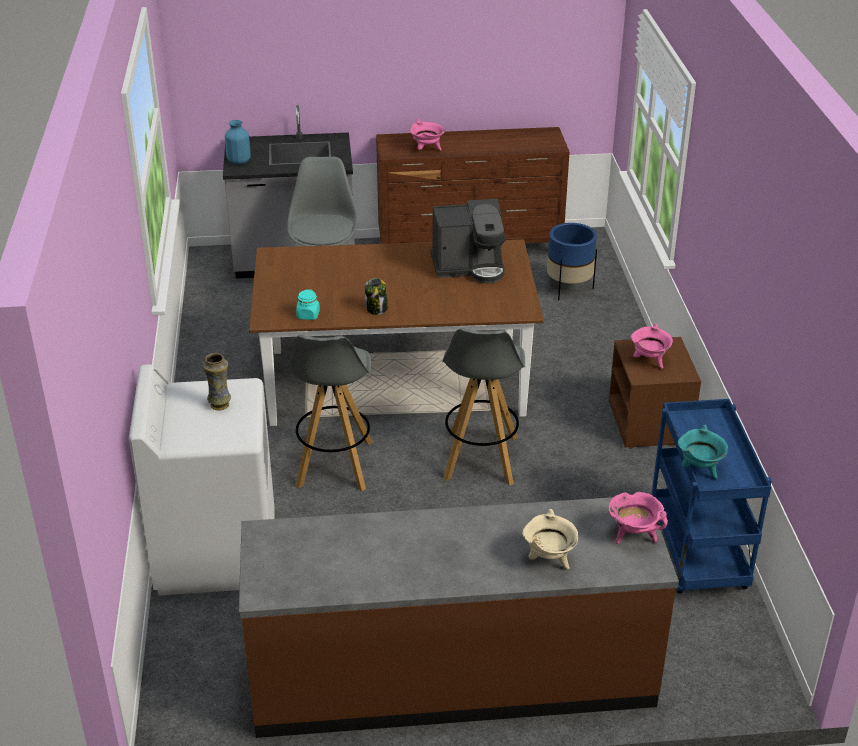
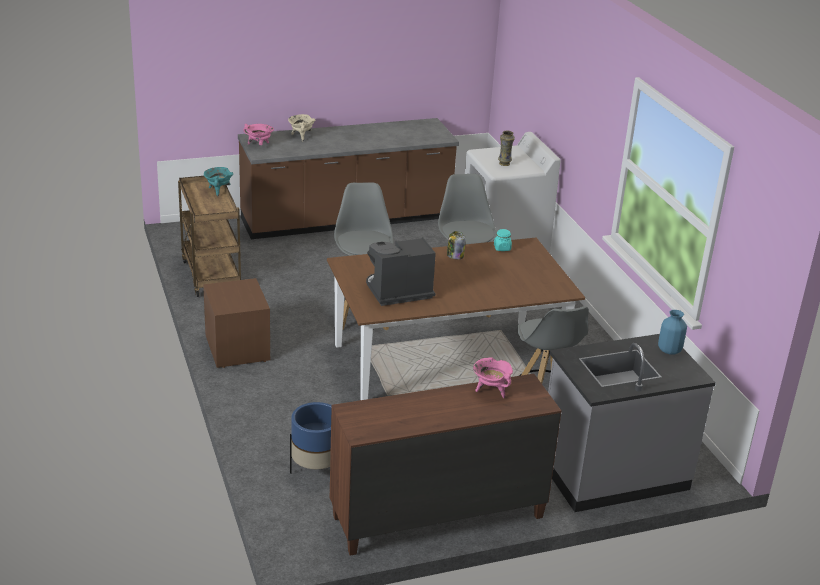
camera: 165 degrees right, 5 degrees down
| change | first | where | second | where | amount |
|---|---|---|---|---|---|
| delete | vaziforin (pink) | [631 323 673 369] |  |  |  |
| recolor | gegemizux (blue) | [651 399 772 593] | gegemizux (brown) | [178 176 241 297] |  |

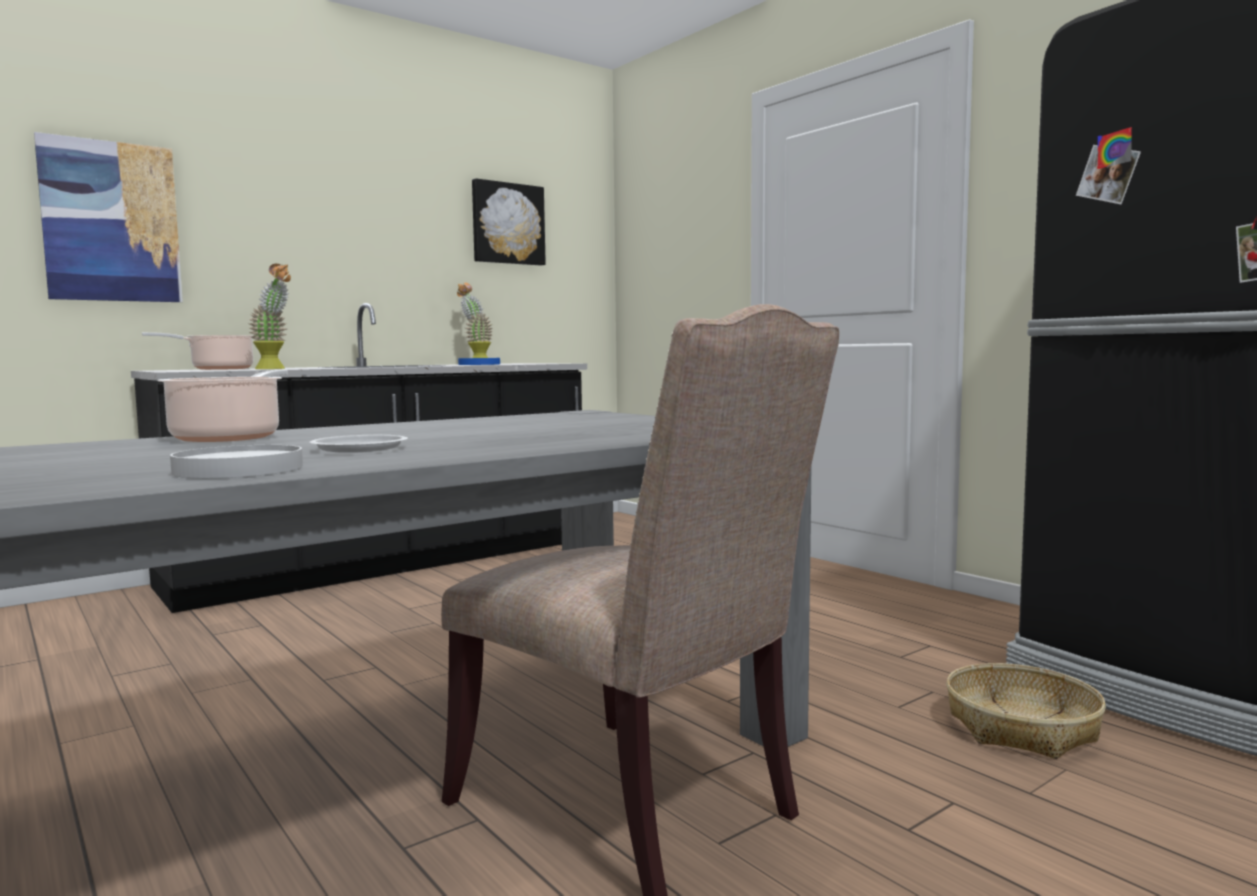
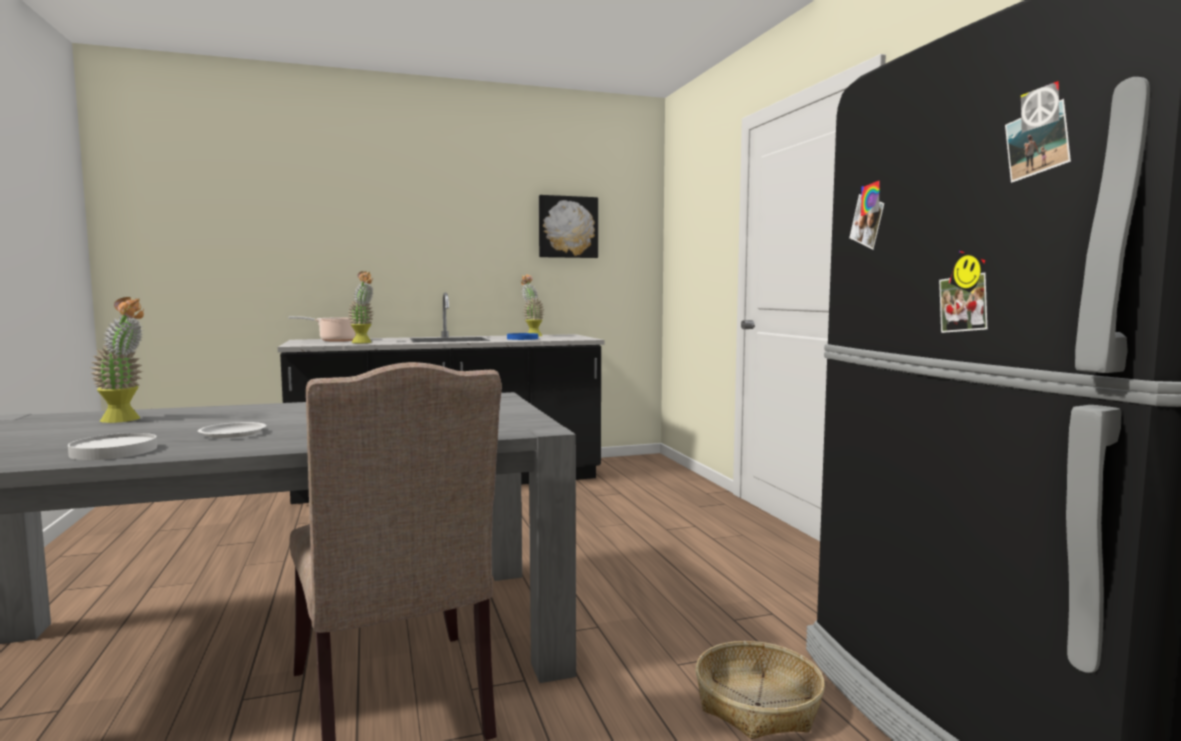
camera: 20 degrees right, 0 degrees up
| change | first | where | second | where | amount |
|---|---|---|---|---|---|
| delete | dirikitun | [34 132 183 302] |  |  |  |
| delete | vaziforin | [158 370 288 442] |  |  |  |
| insert |  |  | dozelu | [90 297 144 423] |  |

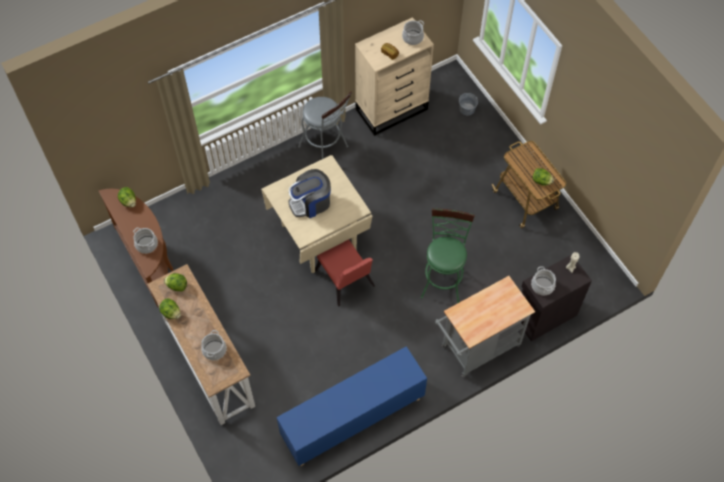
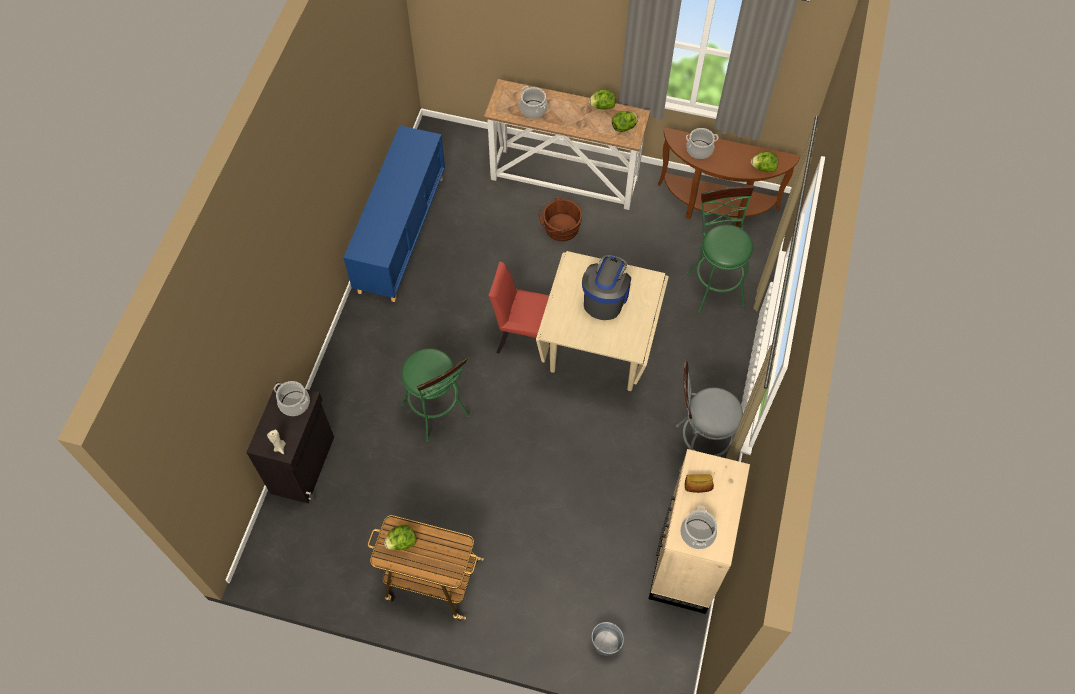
camera: 135 degrees right, 0 degrees up
| change | first | where | second | where | amount |
|---|---|---|---|---|---|
| delete | gegemizux (grey) | [435 276 535 377] |  |  |  |
| insert |  |  | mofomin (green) | [687 185 754 313] |  |
| insert |  |  | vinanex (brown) | [539 197 582 241] |  |

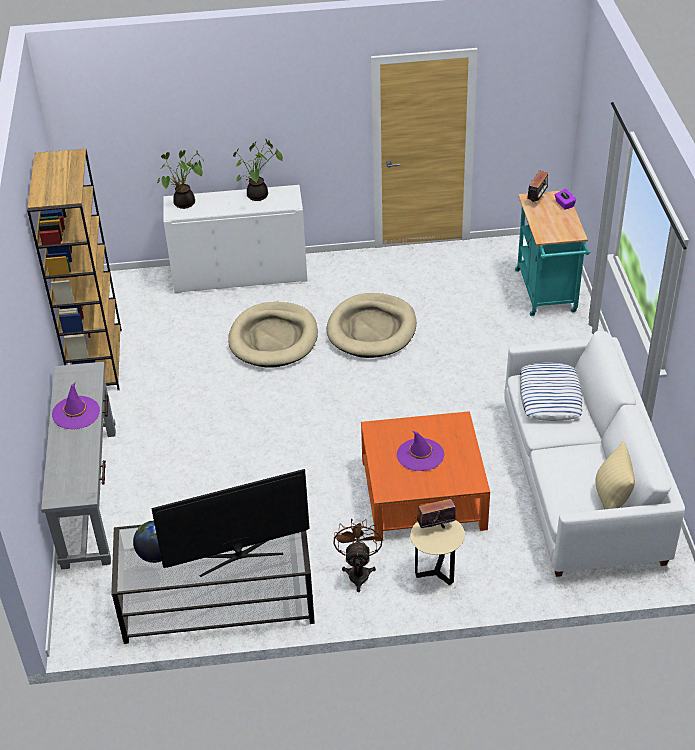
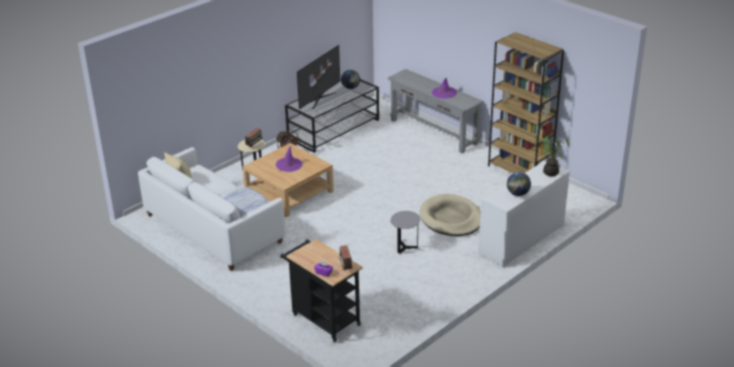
camera: 140 degrees right, 10 degrees down
| change | first | where | second | where | amount |
|---|---|---|---|---|---|
| replace | dozelu | [233 138 283 201] | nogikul | [507 172 531 196] |  |
| recolor | gegemizux (turquoise) | [515 191 590 316] | gegemizux (black) | [280 239 363 342] |  |
| replace | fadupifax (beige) | [327 293 416 358] | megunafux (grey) | [390 211 420 254] |  |
| recolor | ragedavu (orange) | [361 411 490 542] | ragedavu (beige) | [242 143 334 217] |  |

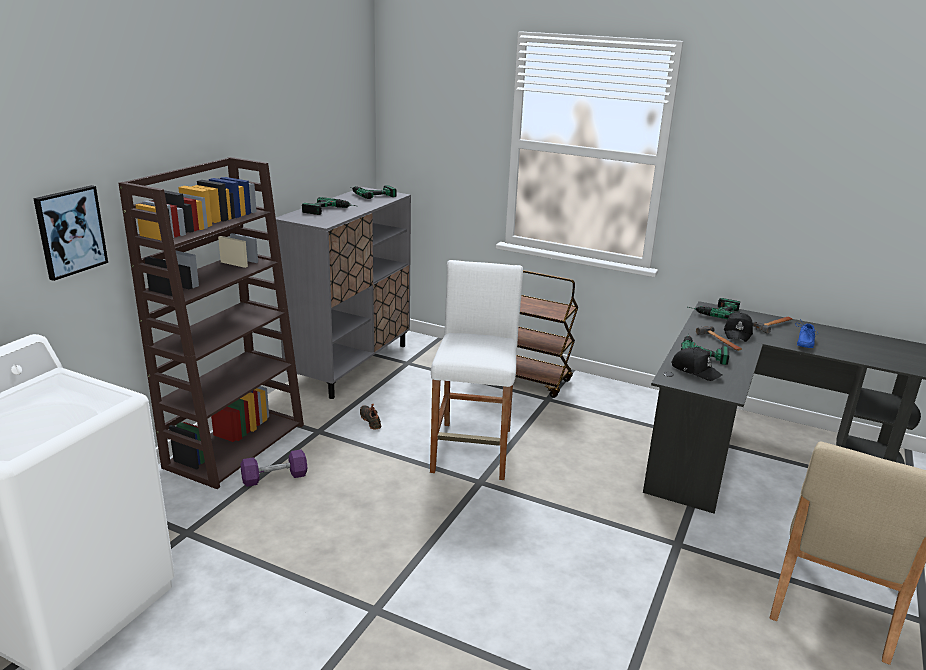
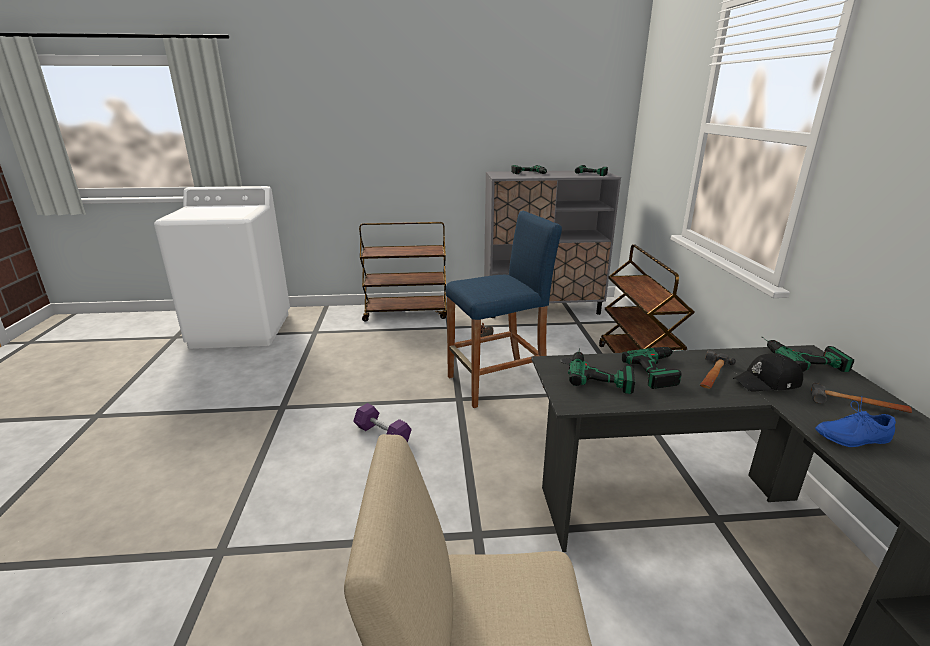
camera: 60 degrees right, 0 degrees up
| change | first | where | second | where | amount |
|---|---|---|---|---|---|
| replace | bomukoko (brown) | [118 157 304 489] | gegemizux (brown) | [359 222 447 322] |  |
| delete | dirikitun | [33 185 108 281] |  |  |  |
| recolor | mofomin (white) | [430 260 523 480] | mofomin (blue) | [446 211 562 408] |  |
| replace | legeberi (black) | [671 347 722 381] | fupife | [568 348 635 394] |  |
| move | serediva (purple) | [241 450 307 487] |  | [353 403 412 442] |  |

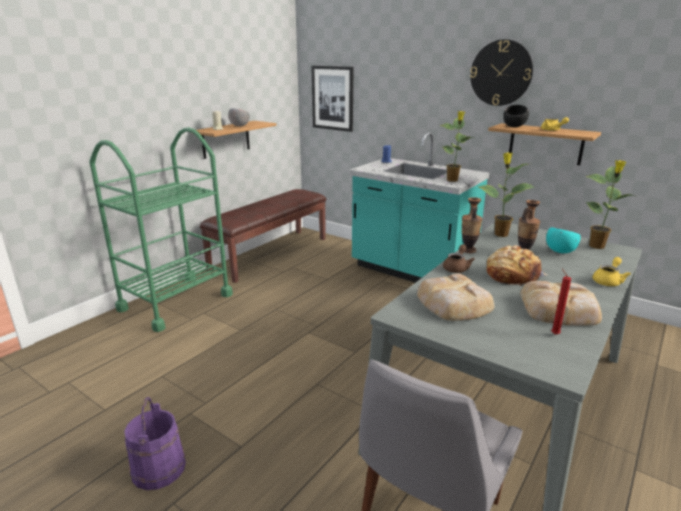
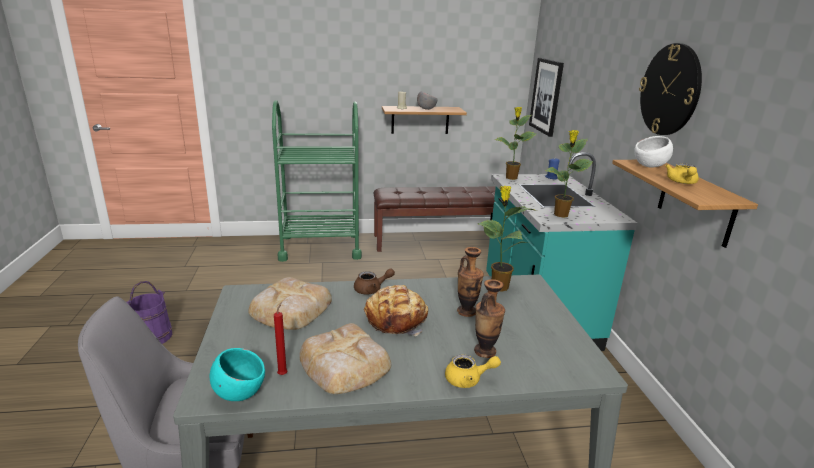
camera: 45 degrees right, 0 degrees up
| change | first | where | second | where | amount |
|---|---|---|---|---|---|
| recolor | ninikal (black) | [503 105 529 127] | ninikal (white) | [634 136 673 168] |  |
| move | dozelu | [586 160 634 249] |  | [494 107 536 180] |  |
| move | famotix | [462 197 482 253] |  | [474 279 505 358] |  |
| move | ninikal (turquoise) | [546 227 581 253] |  | [210 348 265 401] |  |

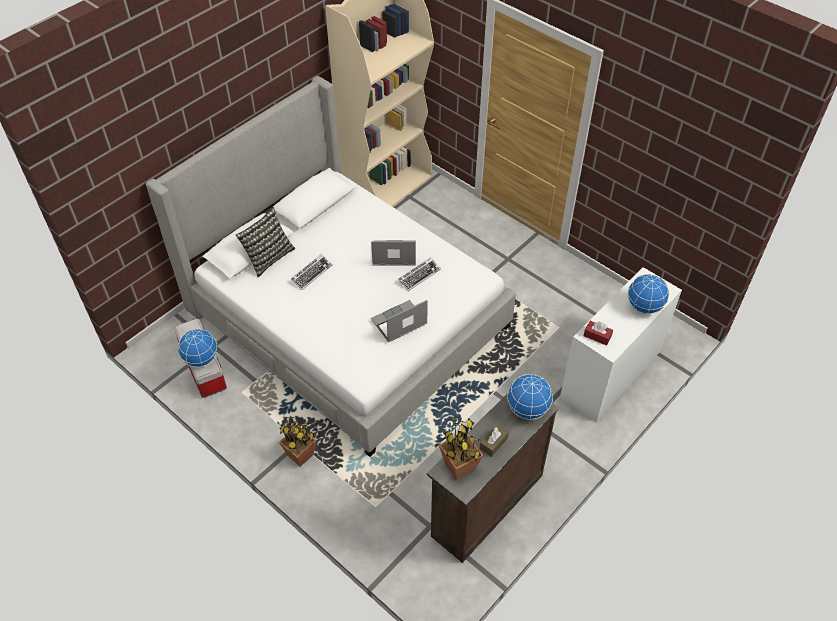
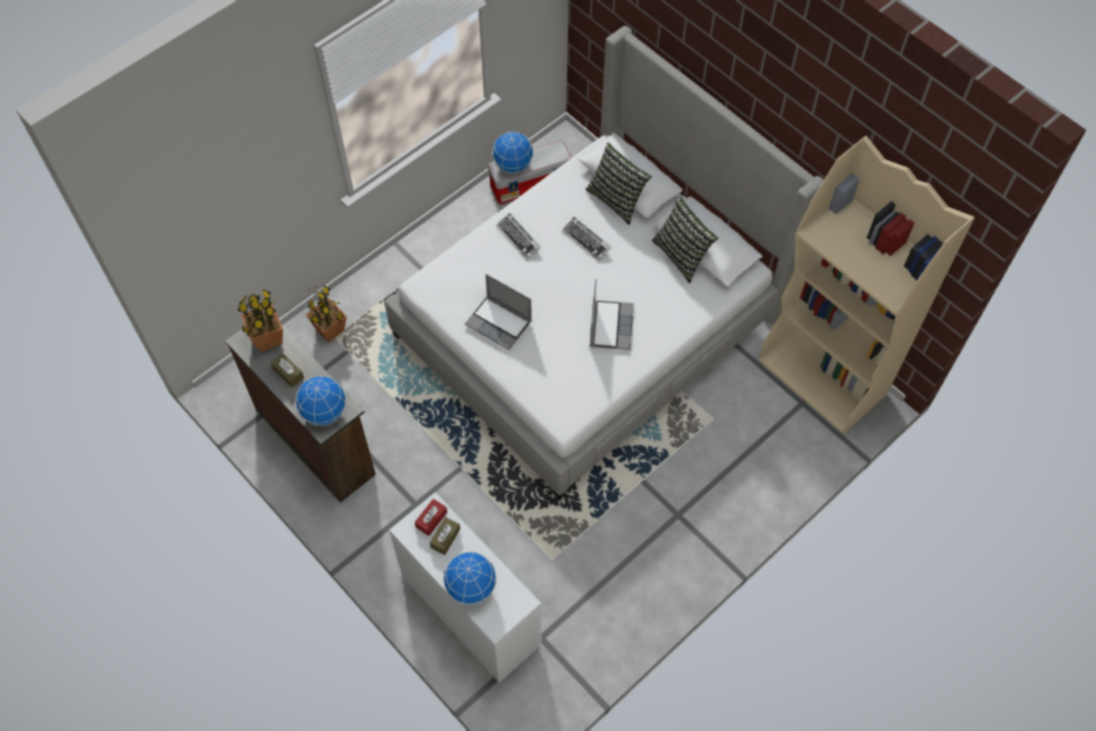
camera: 95 degrees right, 10 degrees up
| change | first | where | second | where | amount |
|---|---|---|---|---|---|
| move | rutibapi | [399 257 441 291] |  | [496 213 541 260] |  |
| rotate | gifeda | [371 300 428 343] |  | [465 274 532 350] | 150 degrees clockwise |
| move | dozelu | [279 417 317 467] |  | [306 285 347 342] |  |
| insert |  |  | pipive | [652 197 719 283] |  |
| insert |  |  | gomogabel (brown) | [430 517 460 555] |  |

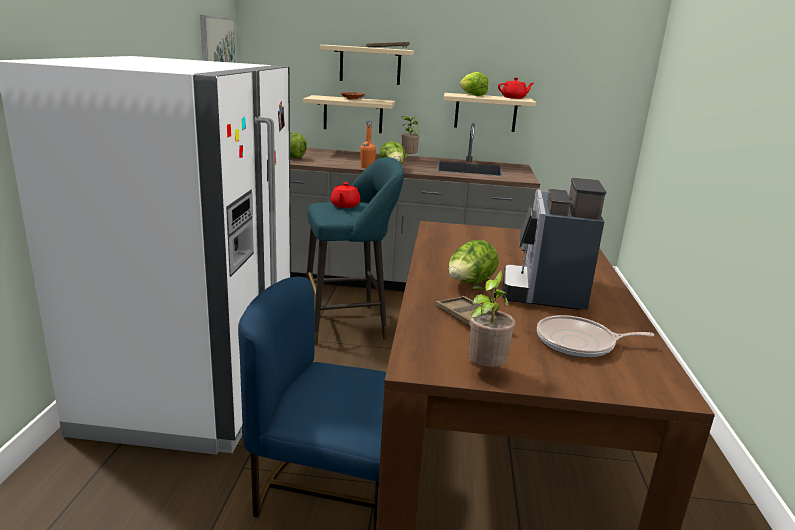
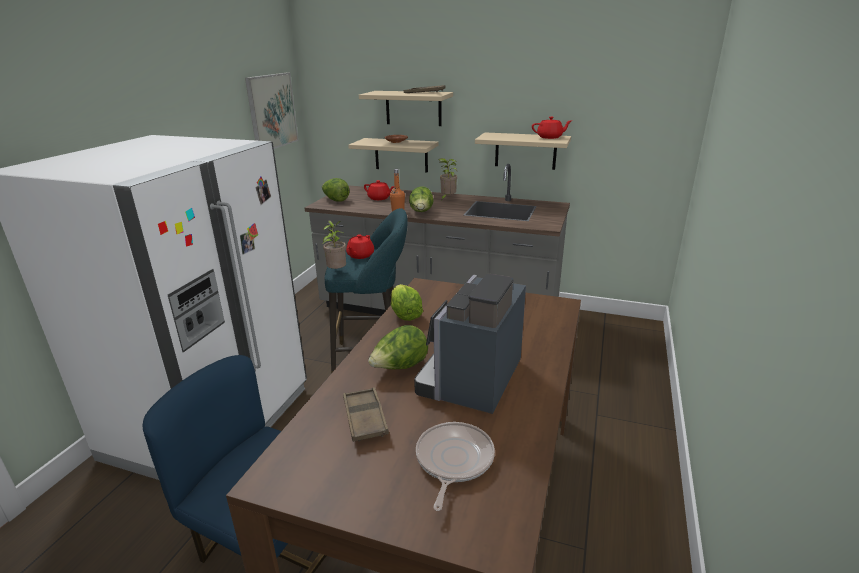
camera: 15 degrees right, 5 degrees up
| change | first | where | second | where | amount |
|---|---|---|---|---|---|
| move | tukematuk | [460 72 488 96] |  | [391 284 423 321] |  |
| move | dozelu | [468 270 516 367] |  | [322 221 346 269] |  |
| rotate | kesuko | [537 315 654 357] |  | [416 422 495 511] | 90 degrees clockwise |
| insert |  |  | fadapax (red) | [364 180 394 200] |  |

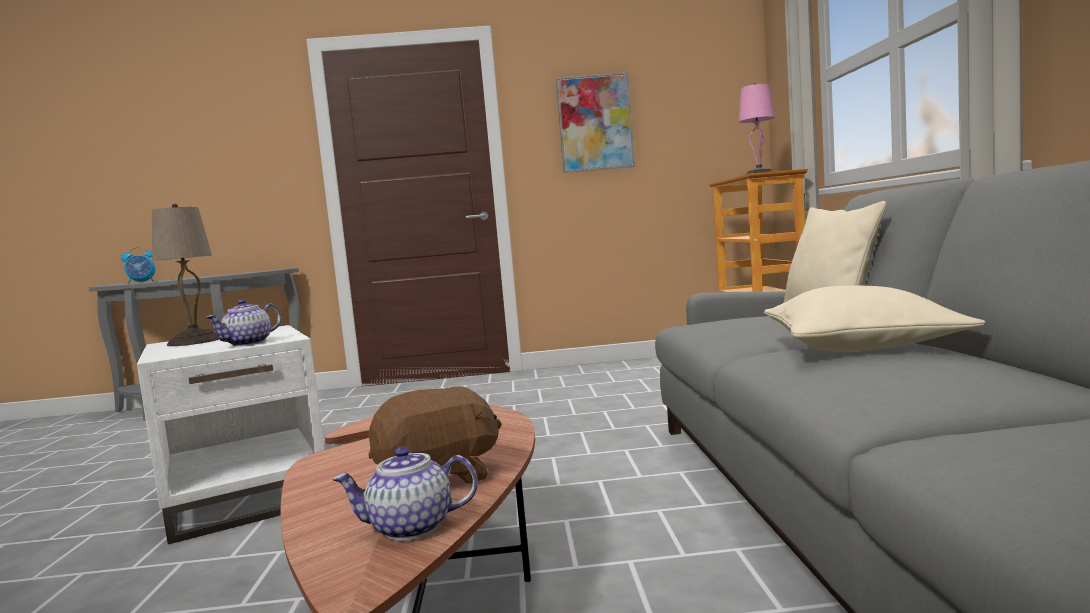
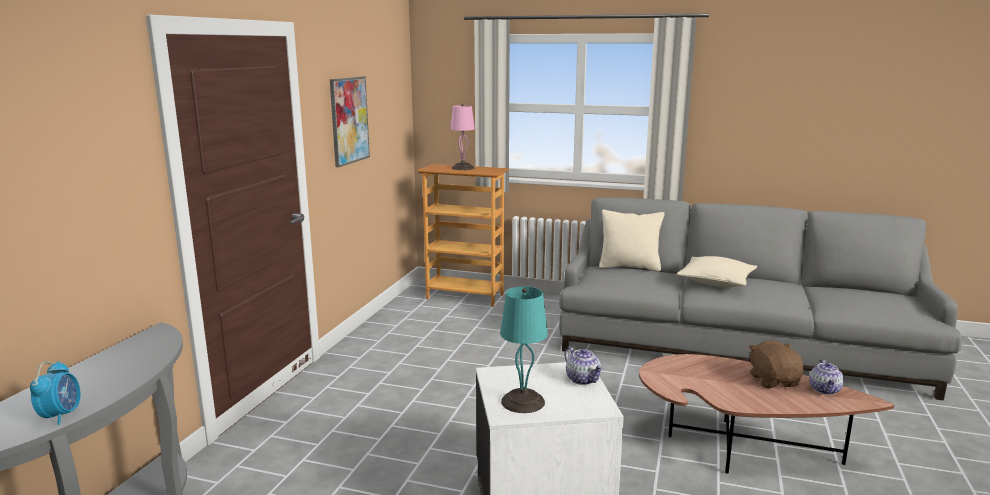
camera: 70 degrees left, 10 degrees up
| change | first | where | second | where | amount |
|---|---|---|---|---|---|
| recolor | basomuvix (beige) | [152 203 219 346] | basomuvix (turquoise) | [500 287 548 413] |  |

